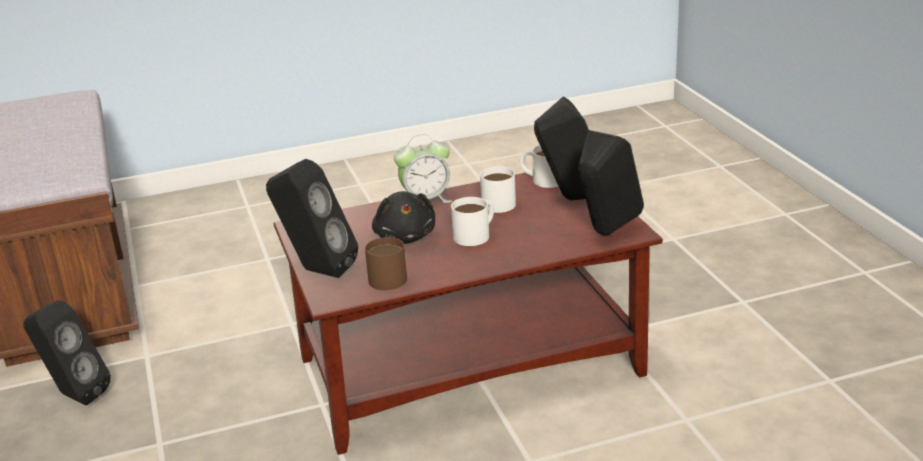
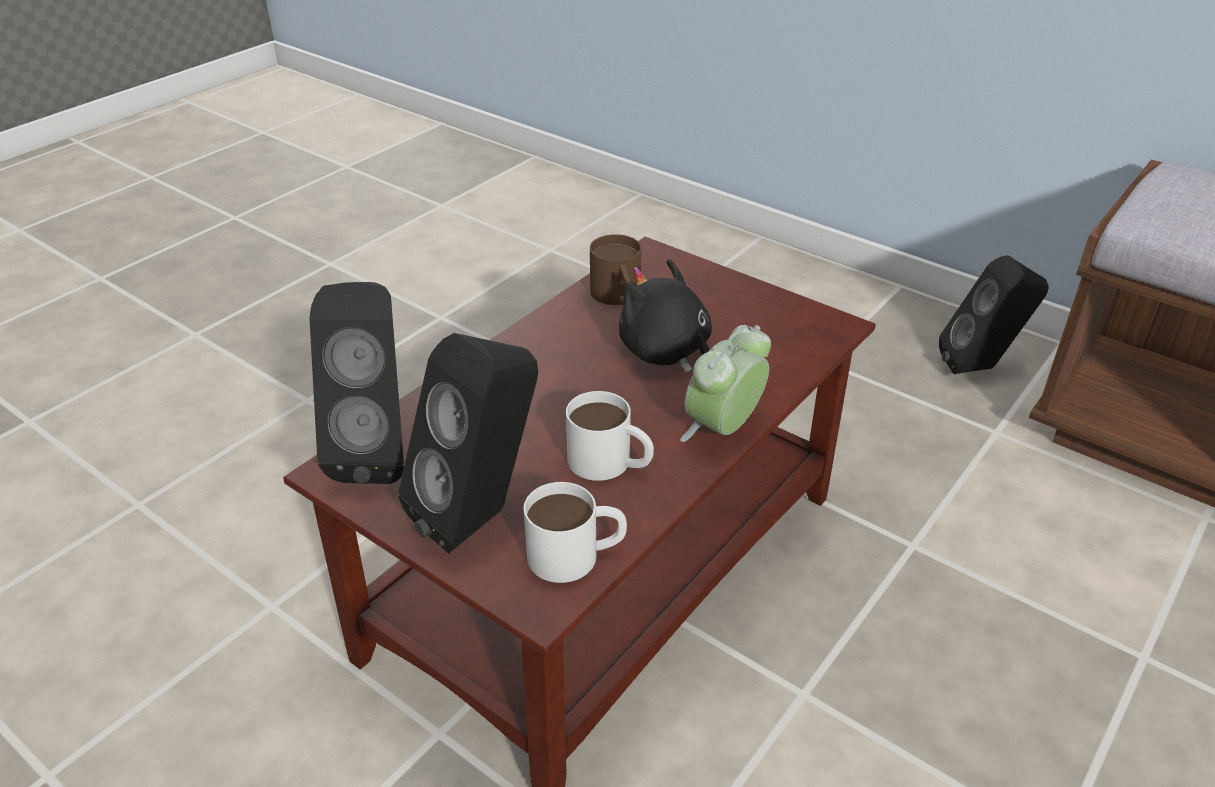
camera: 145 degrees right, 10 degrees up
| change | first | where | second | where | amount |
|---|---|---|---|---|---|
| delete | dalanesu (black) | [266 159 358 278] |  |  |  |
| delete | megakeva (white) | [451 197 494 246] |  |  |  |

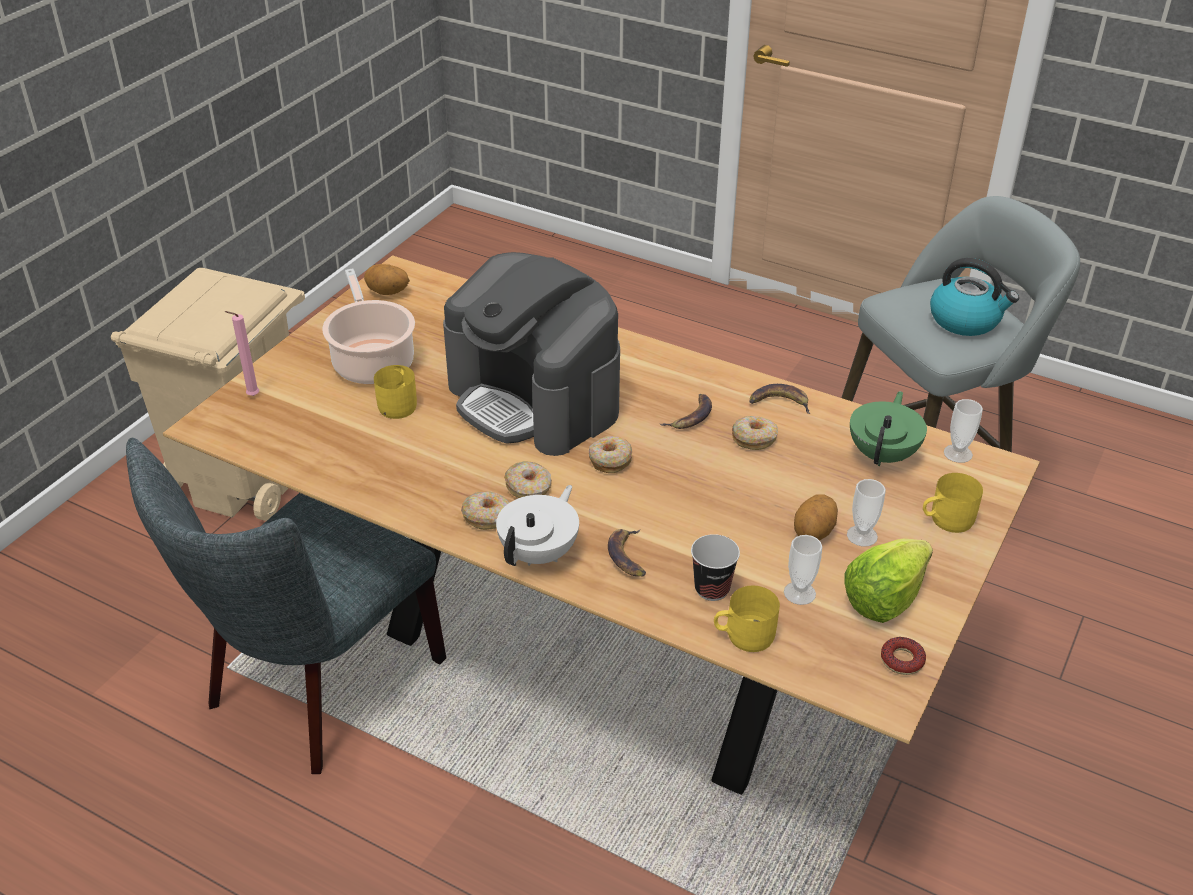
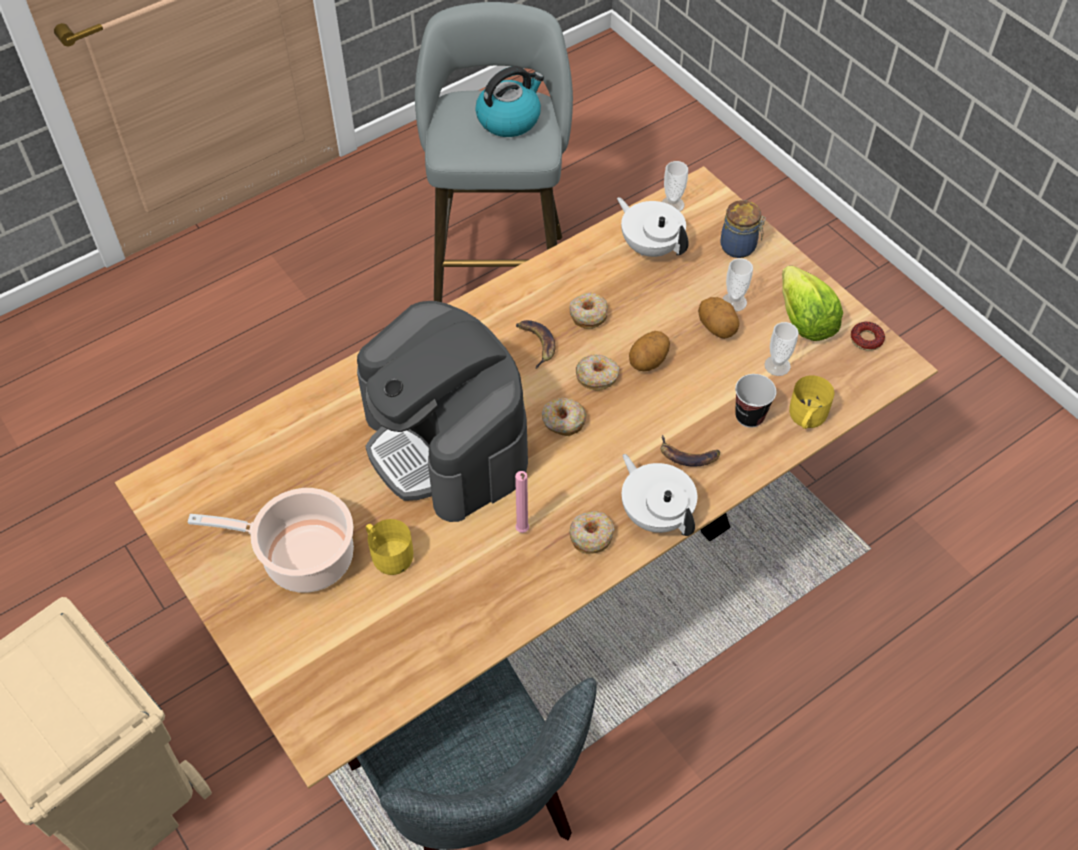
camera: 65 degrees left, 15 degrees up
| change | first | where | second | where | amount |
|---|---|---|---|---|---|
| rotate | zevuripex | [443 252 620 456] |  | [357 301 528 522] | 75 degrees clockwise |
| move | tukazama | [364 264 410 295] |  | [629 331 670 371] |  |
| move | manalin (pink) | [224 311 259 396] |  | [515 471 529 533] |  |
| delete | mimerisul | [749 384 810 414] |  |  |  |
| recolor | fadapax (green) | [850 391 927 466] | fadapax (white) | [617 197 689 257] |  |
| move | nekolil | [504 462 552 498] |  | [576 354 619 390] |  |
| replace | megakeva (yellow) | [923 473 983 533] | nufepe | [720 200 766 258] |  |

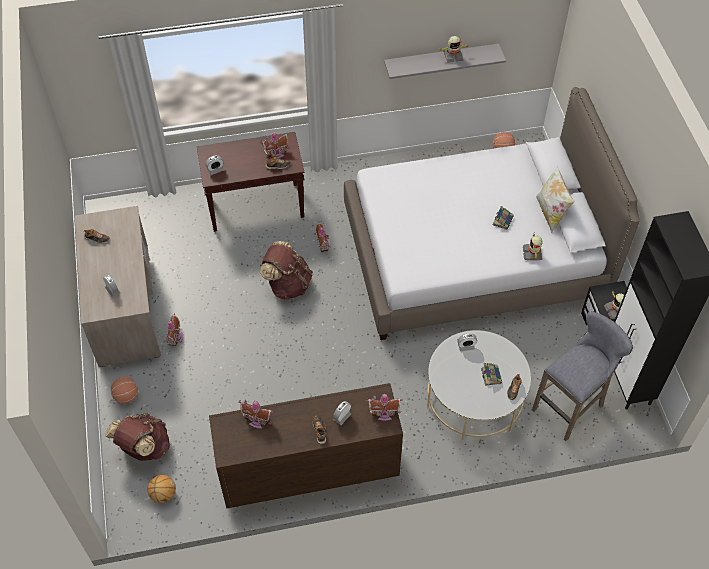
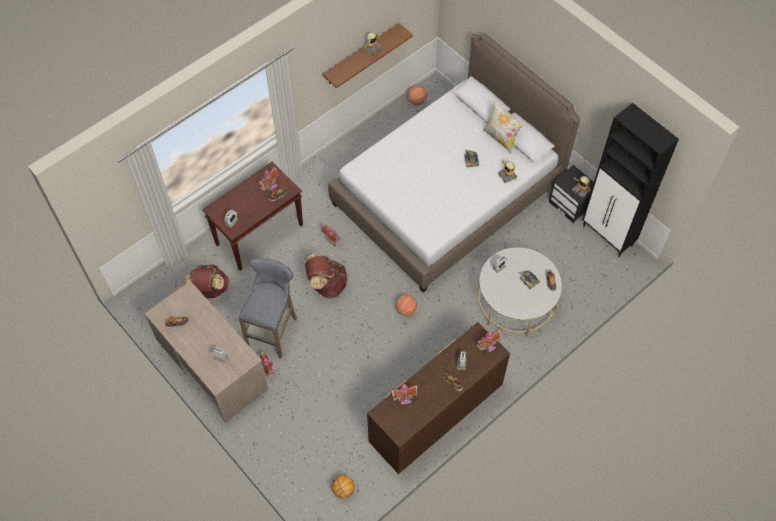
camera: 30 degrees left, 5 degrees up
| change | first | where | second | where | amount |
|---|---|---|---|---|---|
| recolor | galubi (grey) | [384 44 506 79] | galubi (brown) | [322 23 413 88] |  |
| move | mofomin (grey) | [532 311 633 441] |  | [238 258 297 359] |  |
| move | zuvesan | [111 377 138 404] |  | [396 295 417 317] |  |
| move | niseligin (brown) | [105 413 170 461] |  | [183 264 229 299] |  |

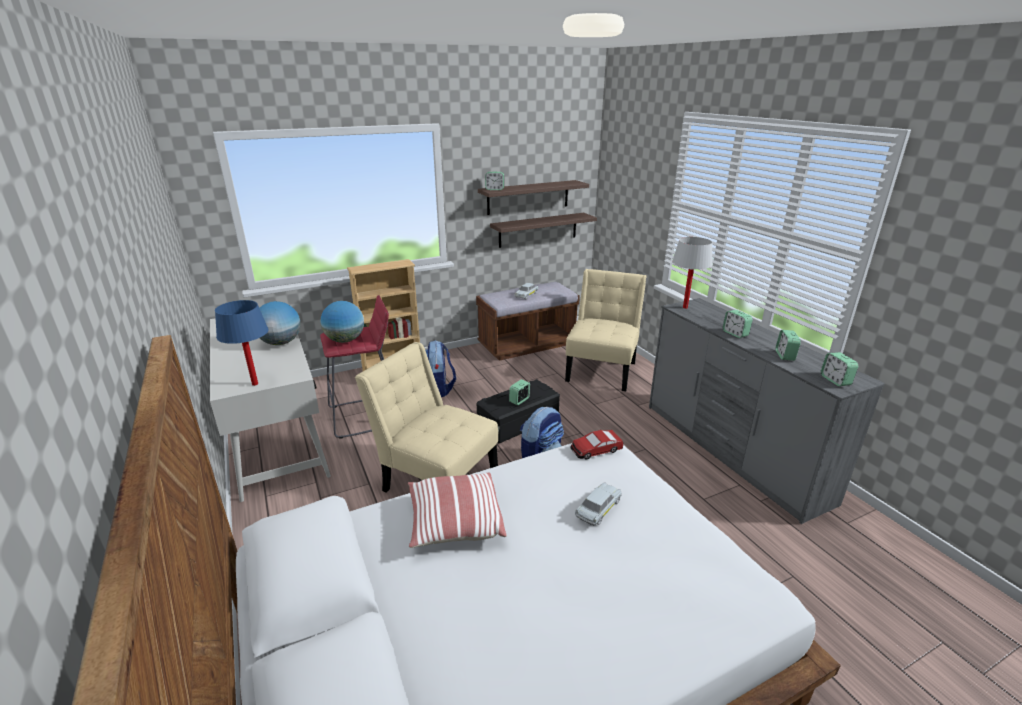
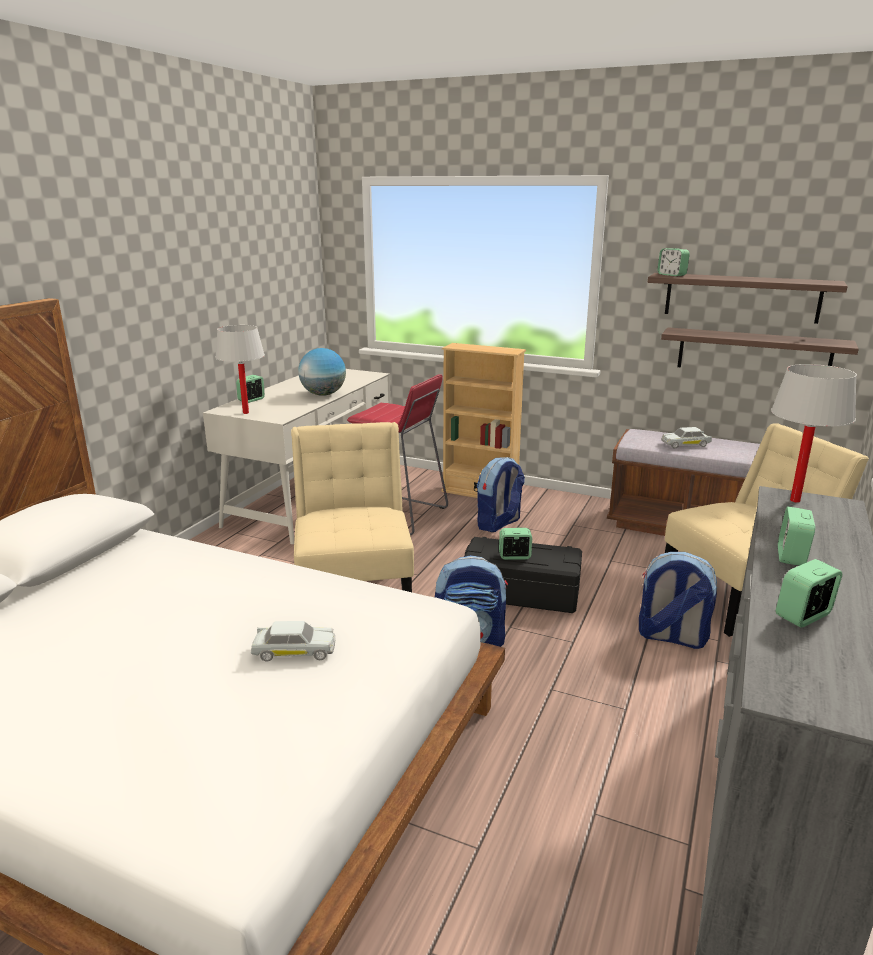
camera: 50 degrees right, 5 degrees down
| change | first | where | second | where | amount |
|---|---|---|---|---|---|
| recolor | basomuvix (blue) | [215 300 269 386] | basomuvix (white) | [215 325 265 414] |  |
| delete | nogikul | [320 301 364 343] |  |  |  |
| move | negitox | [821 352 858 386] |  | [236 375 265 403] |  |
| delete | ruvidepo | [570 430 624 460] |  |  |  |
| delete | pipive | [408 473 507 548] |  |  |  |
| insert |  |  | niseligin | [639 552 717 649] |  |

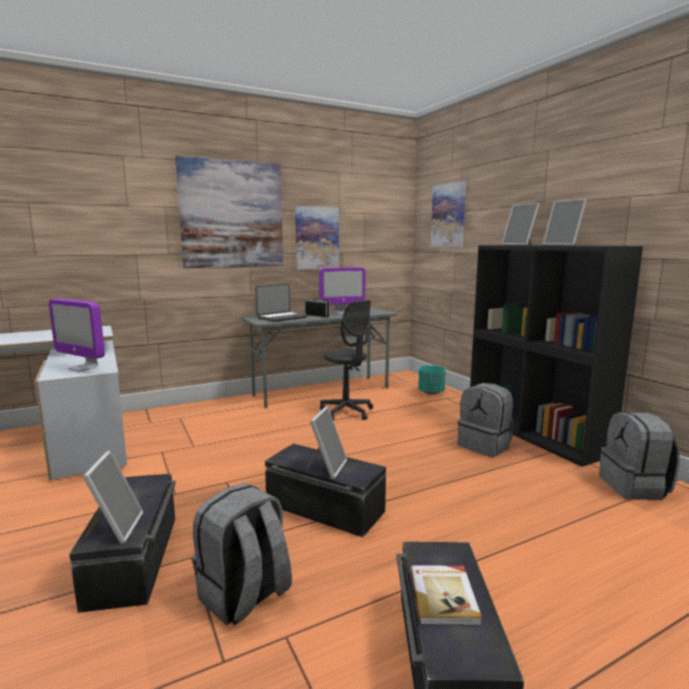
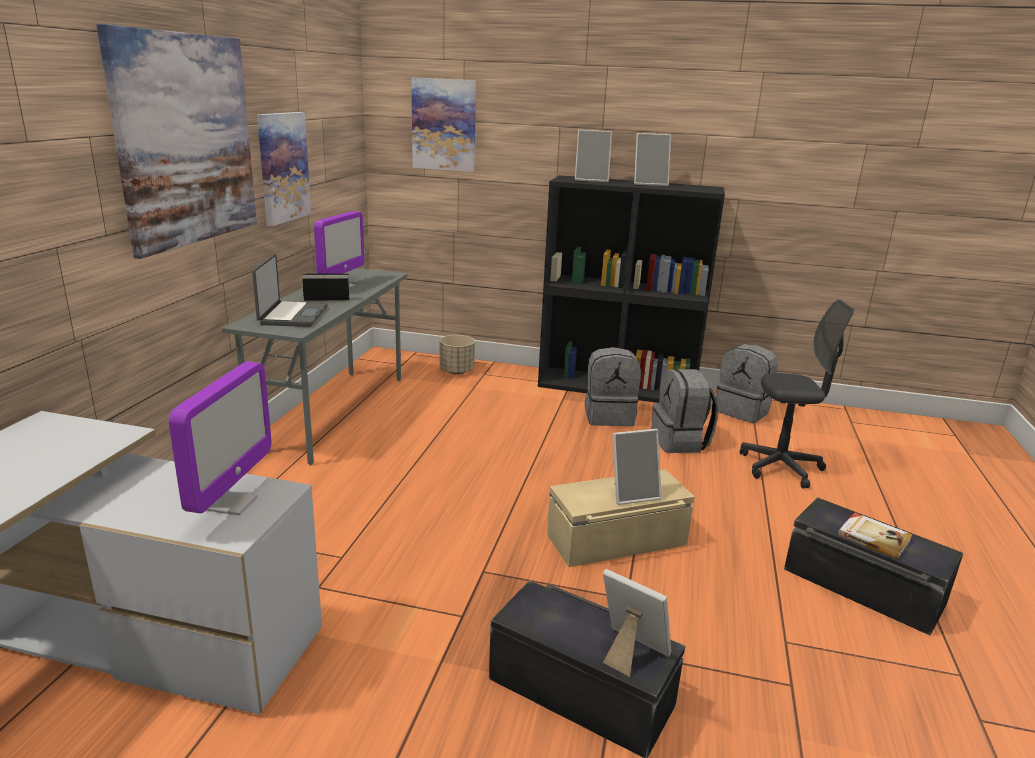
camera: 50 degrees left, 10 degrees up
| change | first | where | second | where | amount |
|---|---|---|---|---|---|
| rotate | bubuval | [49 299 105 372] |  | [168 361 272 515] | 60 degrees counterclockwise |
| move | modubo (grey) | [320 300 373 420] |  | [740 299 854 489] |  |
| recolor | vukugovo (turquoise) | [418 365 446 394] | vukugovo (beige) | [440 335 475 374] |  |
| rotate | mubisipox | [306 407 347 479] |  | [612 429 662 505] | 105 degrees clockwise |
| recolor | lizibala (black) | [265 444 386 537] | lizibala (beige) | [547 469 695 567] |  |
| move | niseligin (grey) | [193 483 292 625] |  | [652 369 718 453] |  |

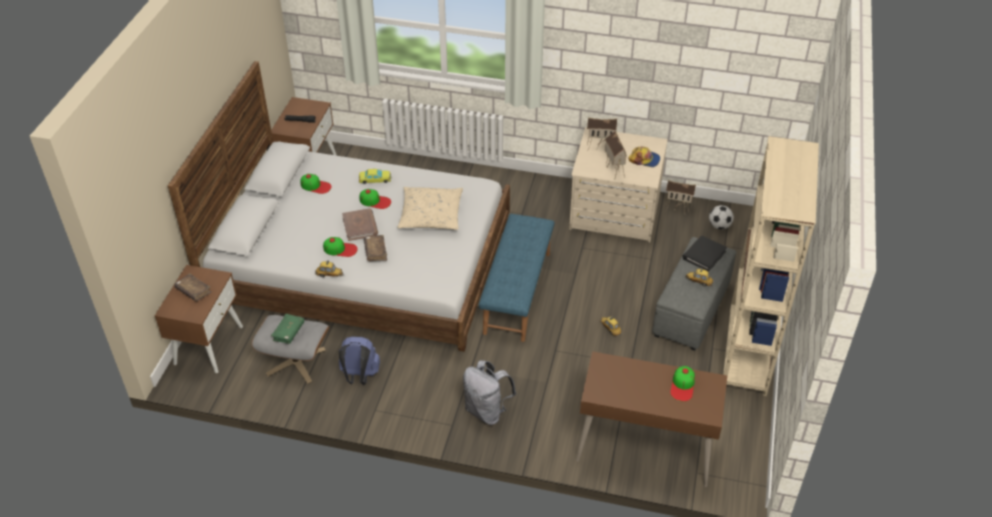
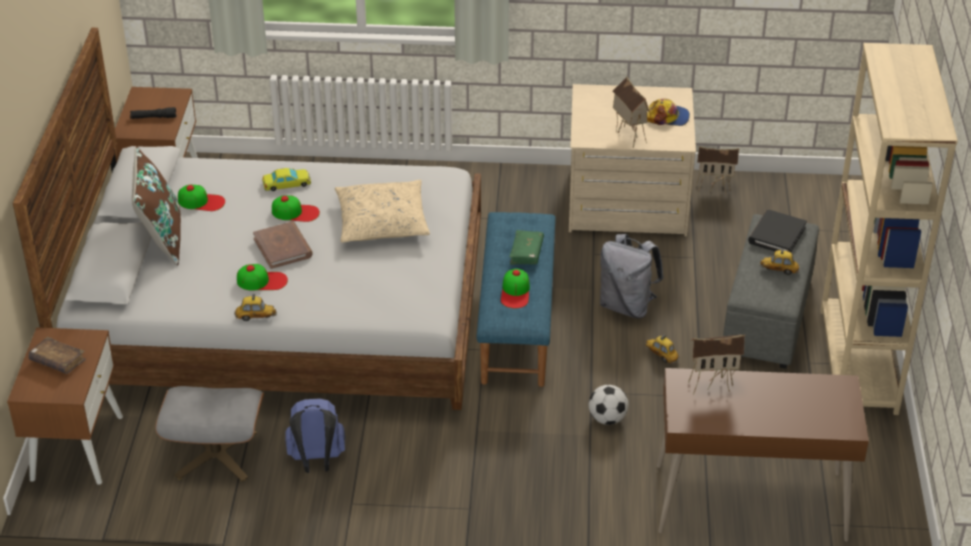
camera: 10 degrees left, 5 degrees down
| change | first | where | second | where | amount |
|---|---|---|---|---|---|
| move | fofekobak | [587 117 618 150] |  | [688 335 745 395] |  |
| move | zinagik | [709 205 734 230] |  | [589 385 629 425] |  |
| delete | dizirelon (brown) | [364 235 387 261] |  |  |  |
| move | dizirelon (green) | [271 314 305 344] |  | [510 230 544 265] |  |
| move | niseligin (grey) | [463 360 517 425] |  | [600 234 664 319] |  |
| move | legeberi | [670 366 695 401] |  | [501 269 530 308] |  |
| insert |  |  | pipive (brown) | [132 146 181 266] |  |

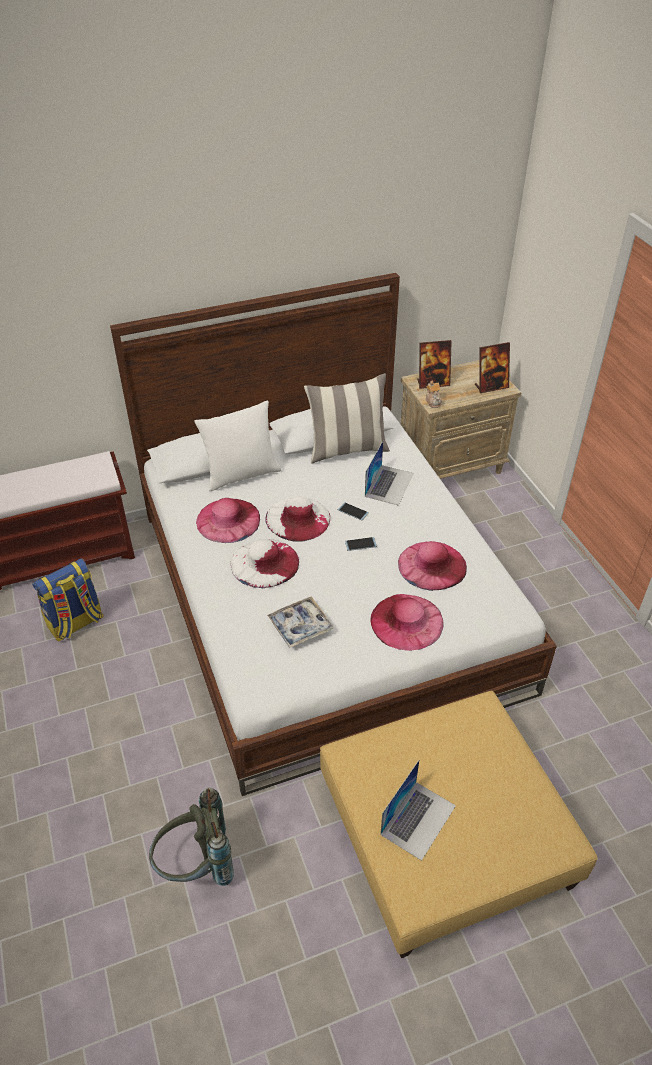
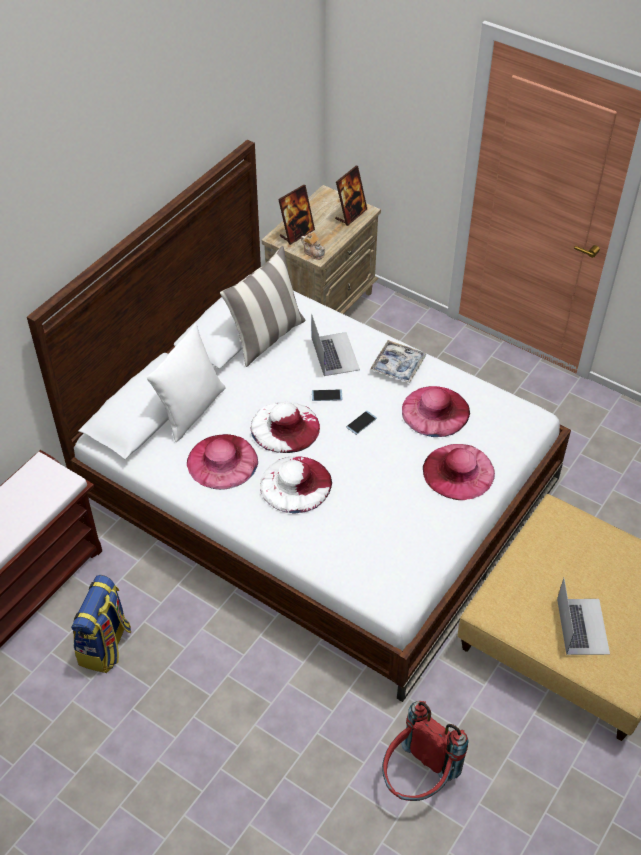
camera: 35 degrees left, 5 degrees up
| change | first | where | second | where | amount |
|---|---|---|---|---|---|
| move | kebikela | [267 596 334 648] |  | [370 340 426 383] |  |
| recolor | niseligin (grey) | [149 788 234 886] | niseligin (red) | [382 701 469 801] |  |

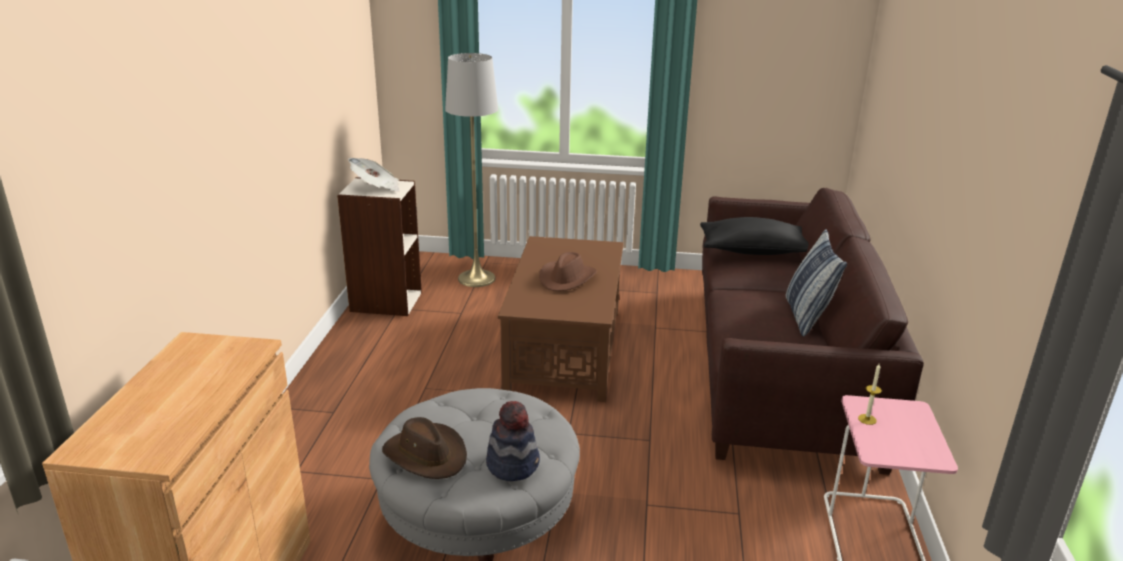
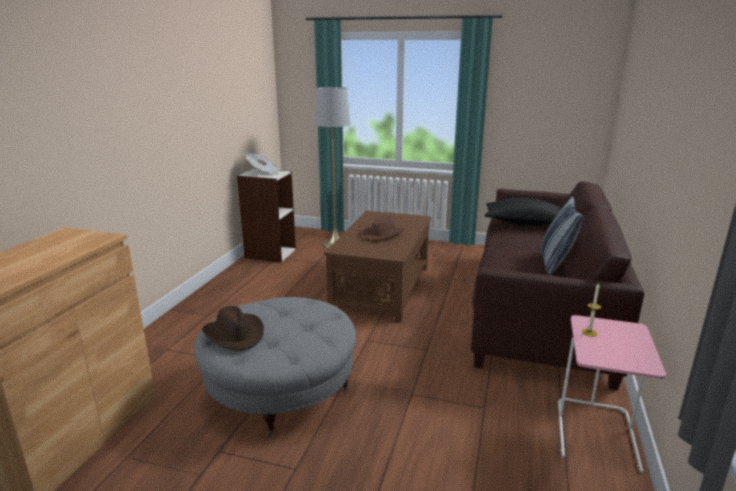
camera: 10 degrees right, 5 degrees down
| change | first | where | second | where | amount |
|---|---|---|---|---|---|
| delete | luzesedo | [486 401 540 481] |  |  |  |

